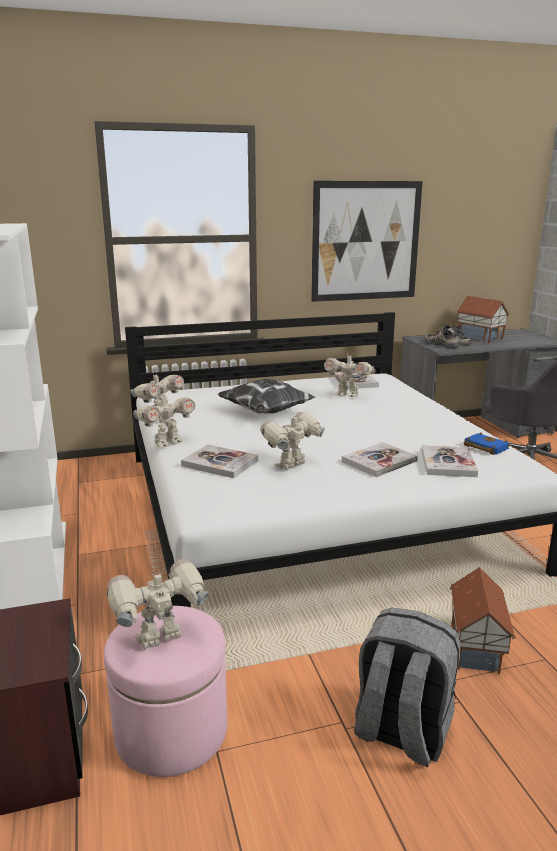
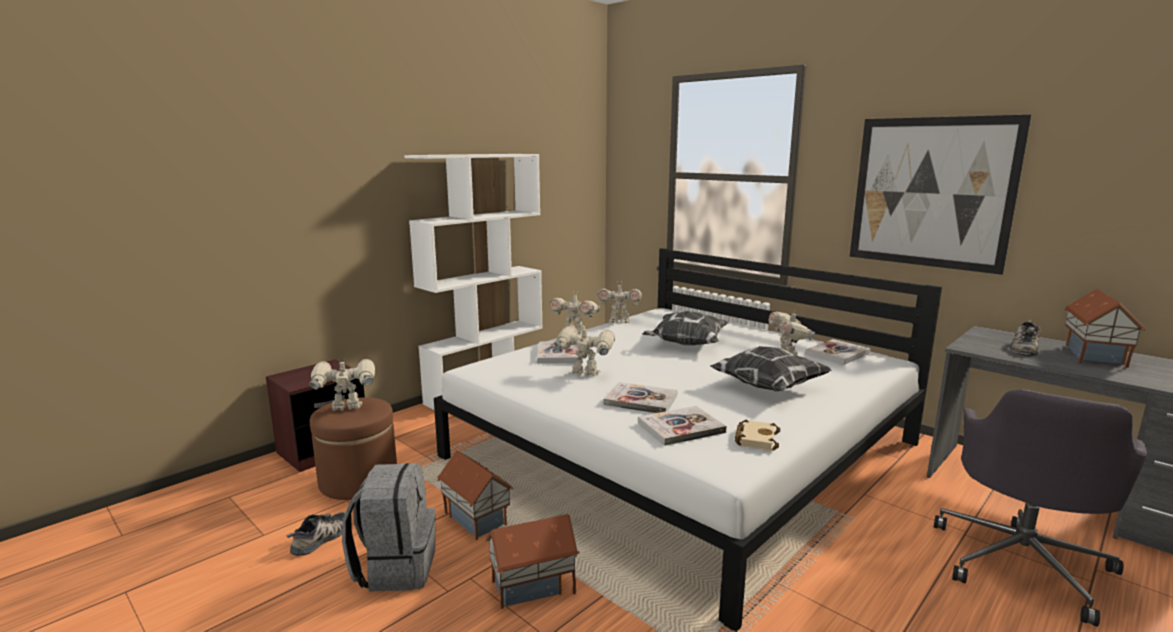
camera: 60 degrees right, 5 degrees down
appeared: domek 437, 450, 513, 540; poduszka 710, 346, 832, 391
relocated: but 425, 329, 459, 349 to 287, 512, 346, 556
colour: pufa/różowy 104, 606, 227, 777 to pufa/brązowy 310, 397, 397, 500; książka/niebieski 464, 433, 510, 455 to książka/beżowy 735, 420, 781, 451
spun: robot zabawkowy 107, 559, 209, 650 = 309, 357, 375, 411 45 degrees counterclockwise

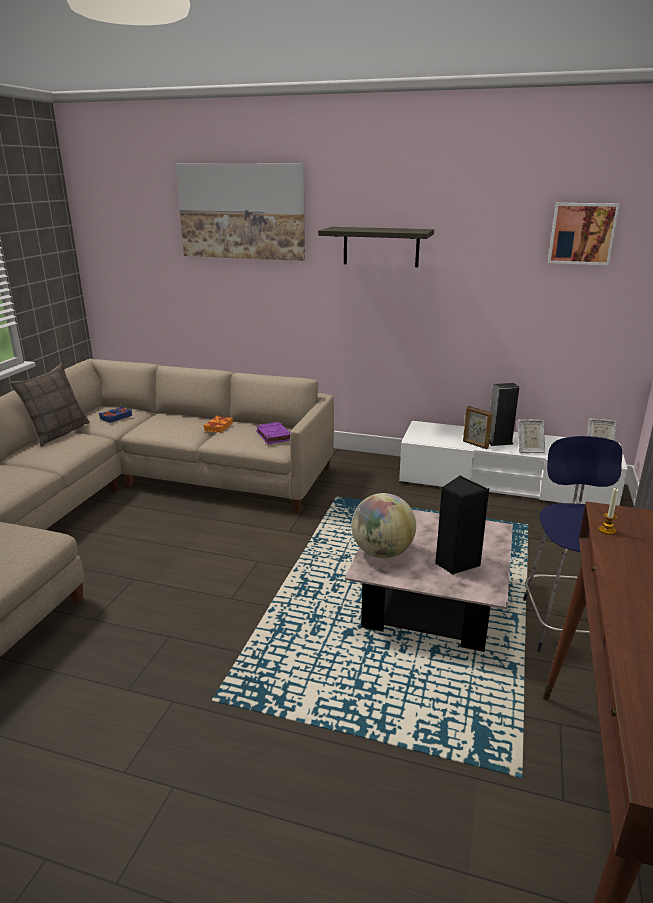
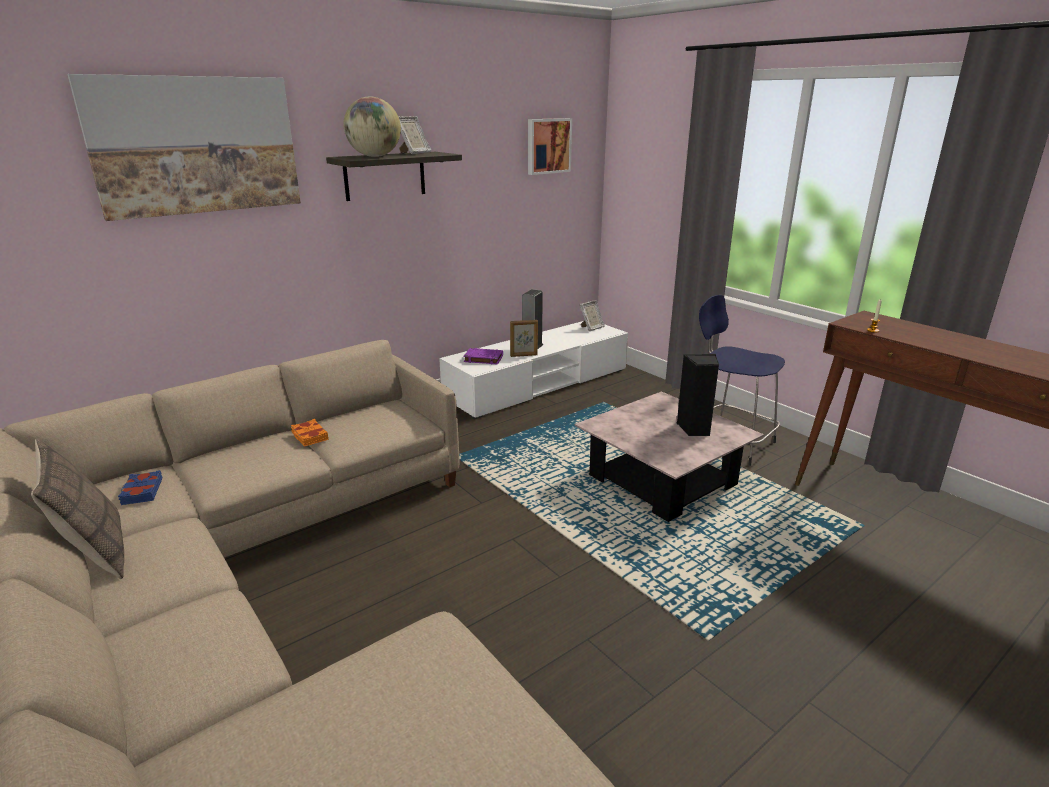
camera: 55 degrees left, 0 degrees up
relocated: książka/fioletowy 256, 422, 291, 444 to 463, 348, 503, 365; globus 351, 493, 416, 558 to 343, 96, 401, 157; ramka na zdjęcie 517, 419, 545, 453 to 398, 116, 431, 154

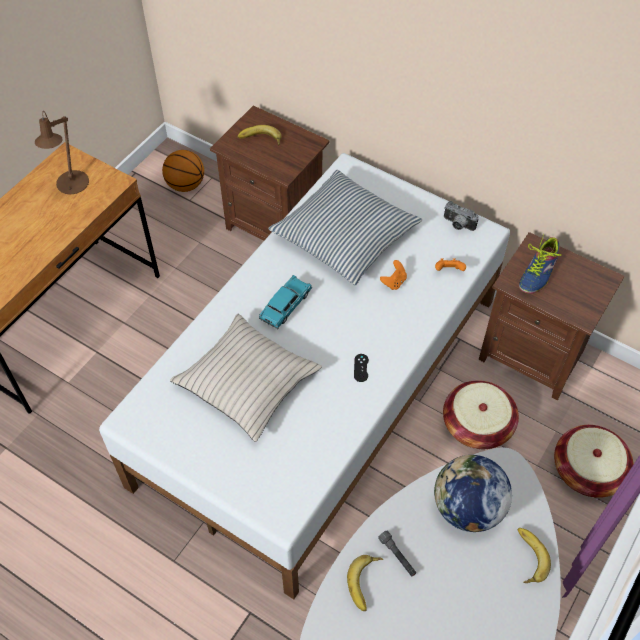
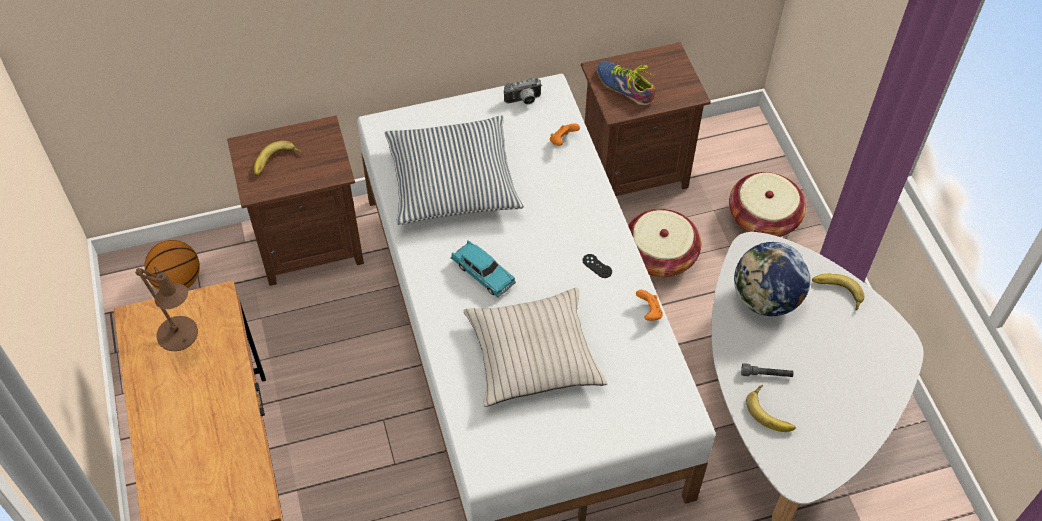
camera: 50 degrees left, 0 degrees up
relocated: pad do gier/pomarańczowy 380, 260, 407, 290 to 636, 290, 663, 321
spun: samochodzik/turkusowy 259, 275, 312, 329 = 450, 240, 516, 297 150 degrees clockwise; but 519, 234, 562, 294 = 596, 61, 655, 106 150 degrees clockwise

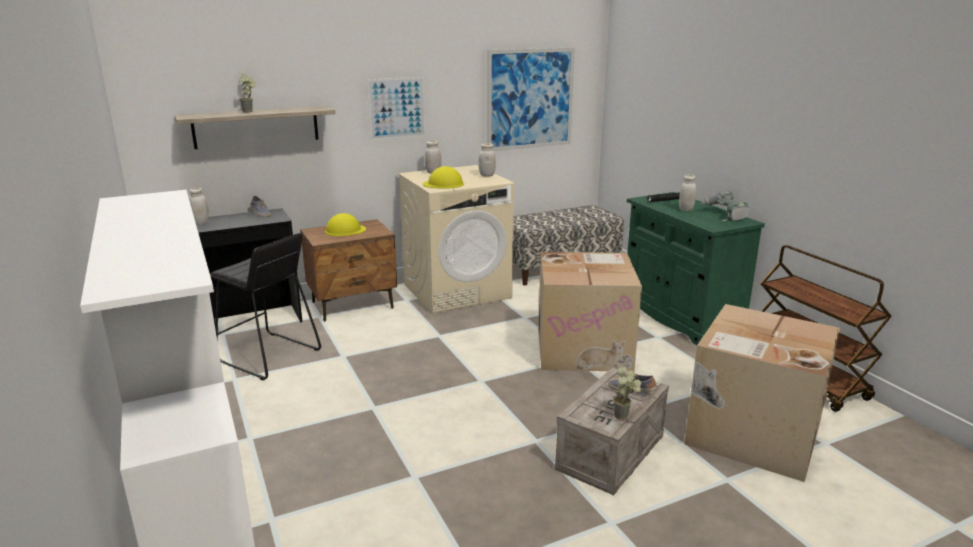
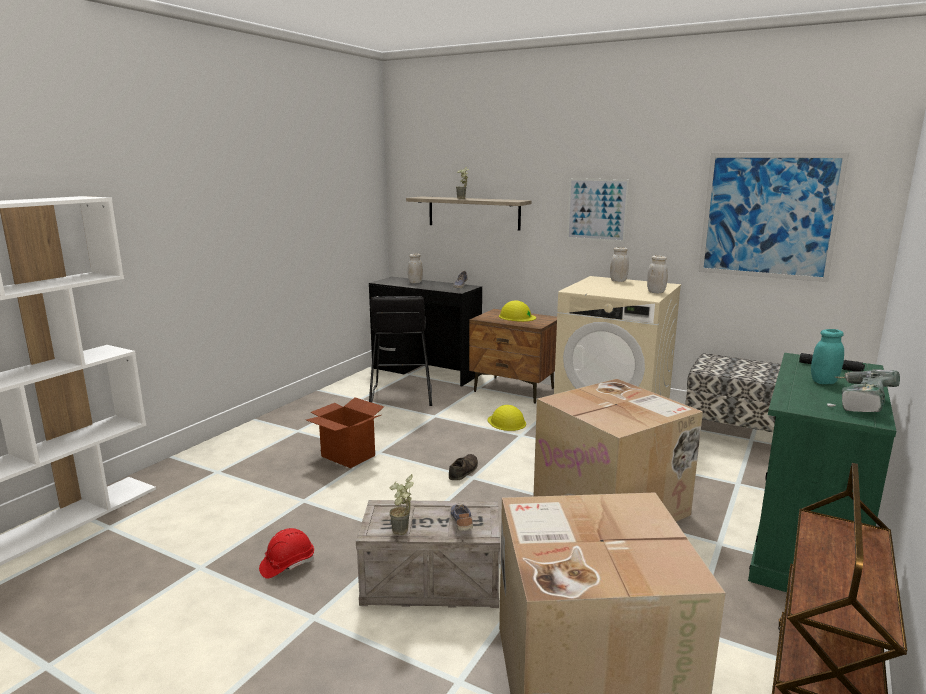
camera: 55 degrees right, 5 degrees down
appeared: kask/czerwony 259, 528, 314, 579; karton 306, 398, 384, 468; but/brązowy 449, 454, 478, 480
relocated: kask/żółty 423, 166, 464, 189 to 487, 405, 526, 431
colour: słoik/biały 679, 174, 697, 211 to słoik/turkusowy 811, 329, 844, 384

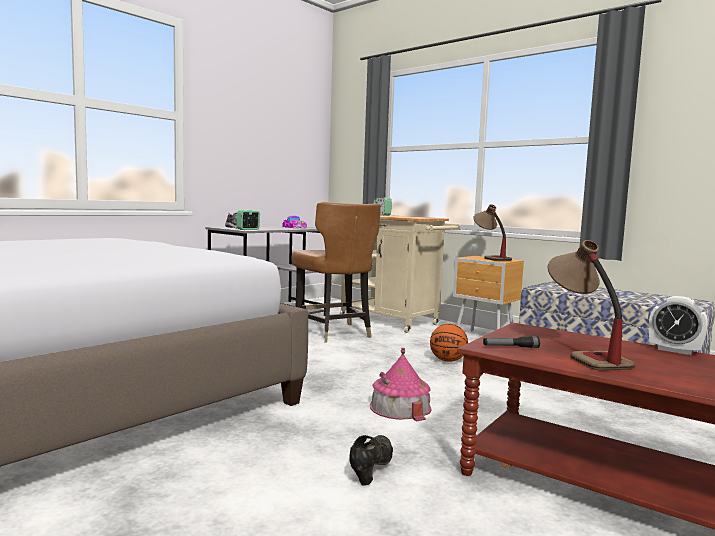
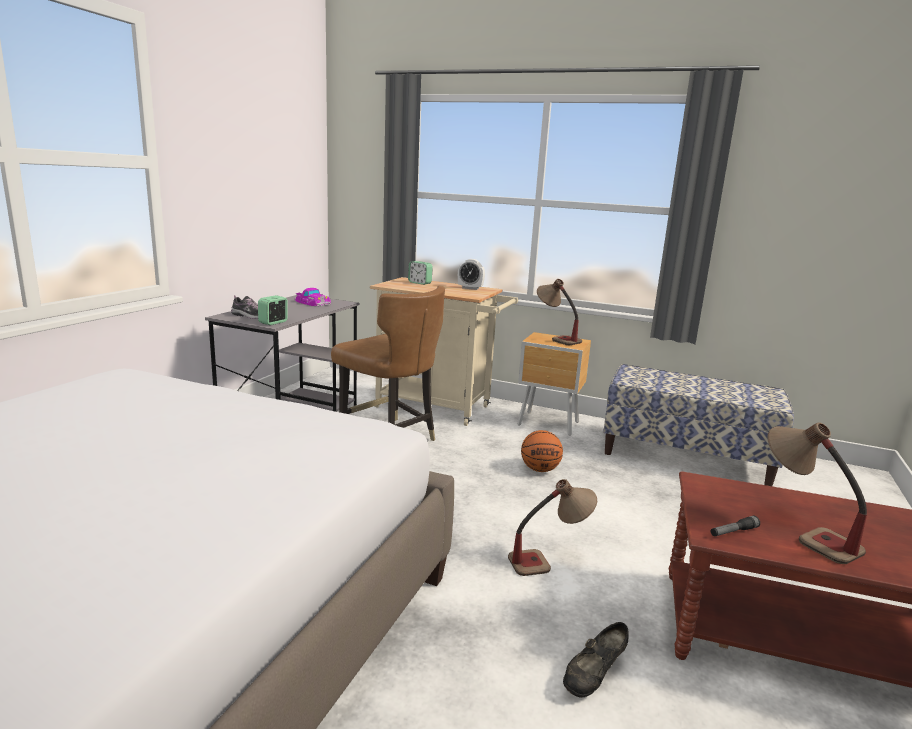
camera: 20 degrees left, 10 degrees up
relocated: budzik 649, 296, 708, 355 to 458, 259, 485, 290
exchanged: domek 370, 348, 432, 421 to lampa stołowa 508, 479, 597, 576
spun: but/czarny 349, 435, 393, 486 = 563, 622, 629, 698 135 degrees counterclockwise

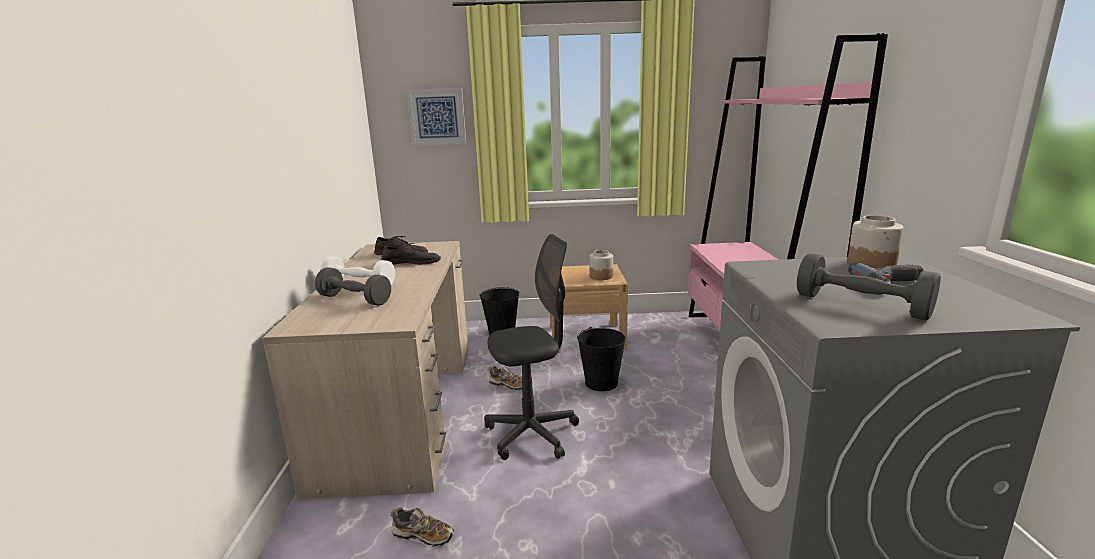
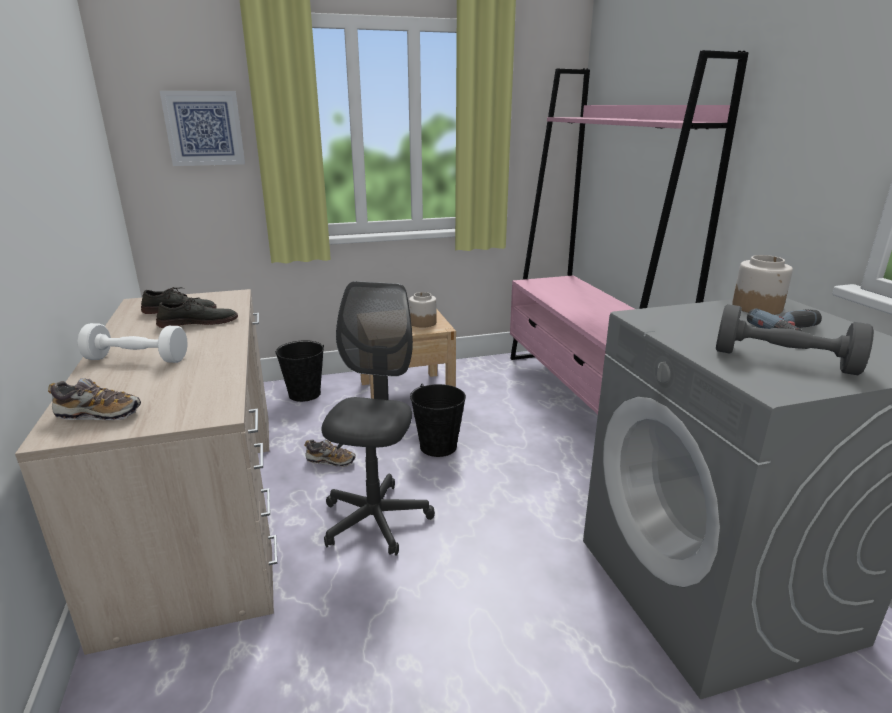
camera: 15 degrees left, 5 degrees up
missing: hantel/szary 315, 267, 391, 306
relocated: but 390, 507, 454, 547 to 48, 378, 141, 420
spun: krzesło biurowe/szary 484, 234, 579, 460 = 321, 281, 435, 556 45 degrees counterclockwise

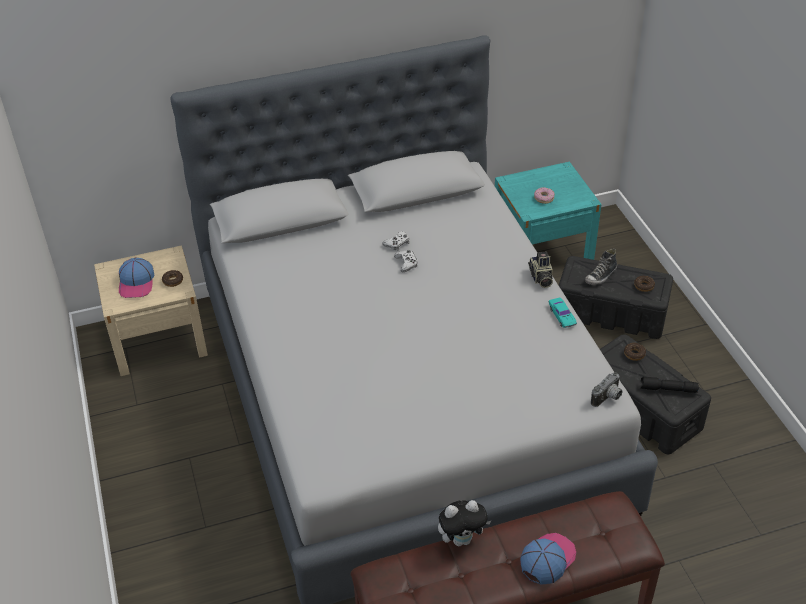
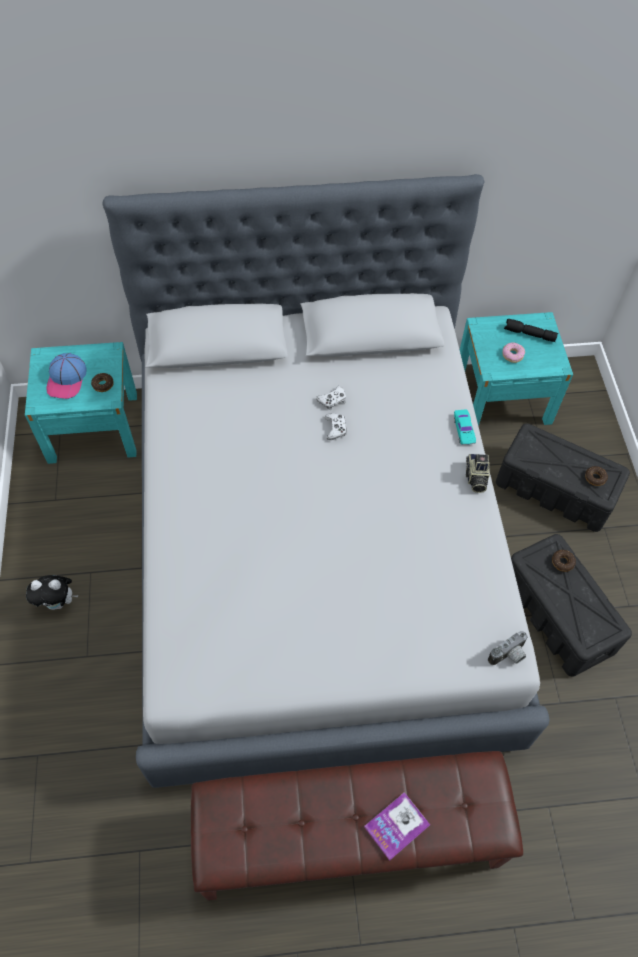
camera: 10 degrees right, 15 degrees up
missing: but 585, 248, 617, 285
relocated: pluszak 438, 500, 492, 546 to 26, 575, 78, 610; samochodzik/turkusowy 549, 297, 577, 328 to 454, 409, 476, 445; latarka/czarny 641, 377, 699, 393 to 504, 319, 558, 342
exchanged: czapka z daszkiem 520, 533, 576, 585 to książka 364, 792, 430, 861
colour: szafka nocna/beżowy 94, 245, 208, 376 to szafka nocna/turkusowy 25, 342, 137, 464

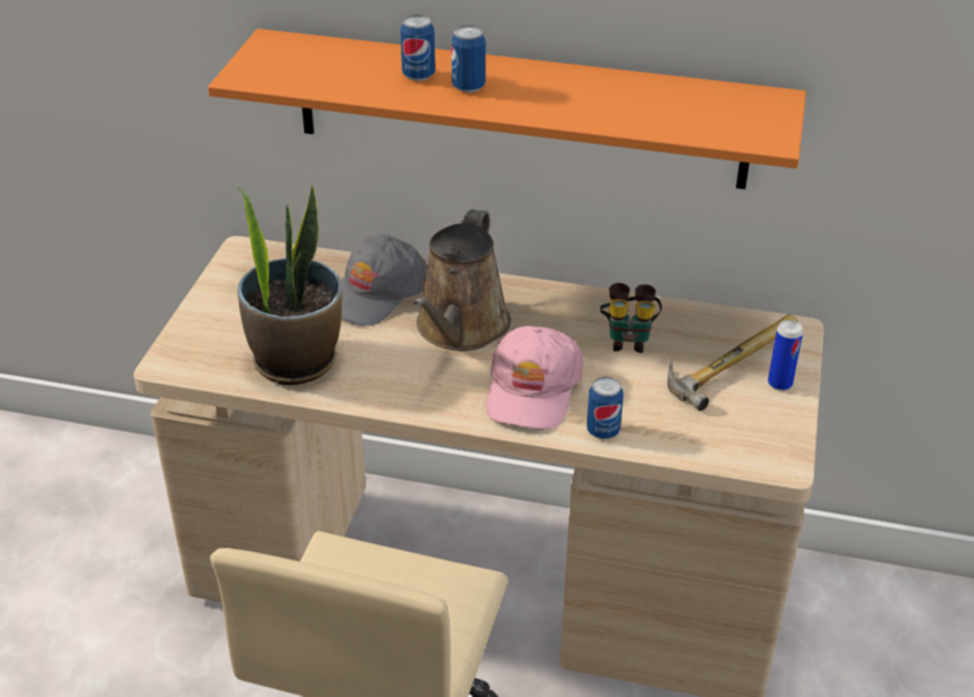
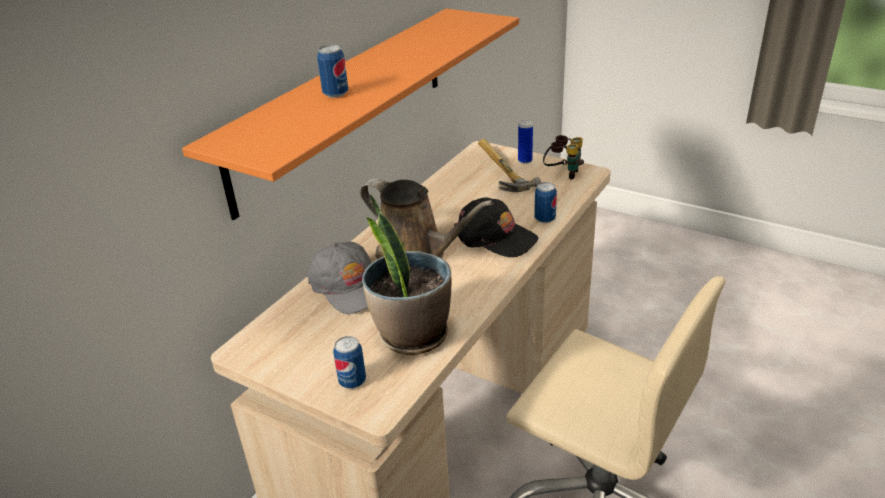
camera: 70 degrees left, 5 degrees down
relocated: puszka 451, 25, 486, 93 to 333, 336, 366, 389; lornetka 600, 283, 662, 353 to 543, 135, 584, 180
colour: czapka z daszkiem/różowy 486, 326, 583, 430 to czapka z daszkiem/czarny 454, 197, 538, 257

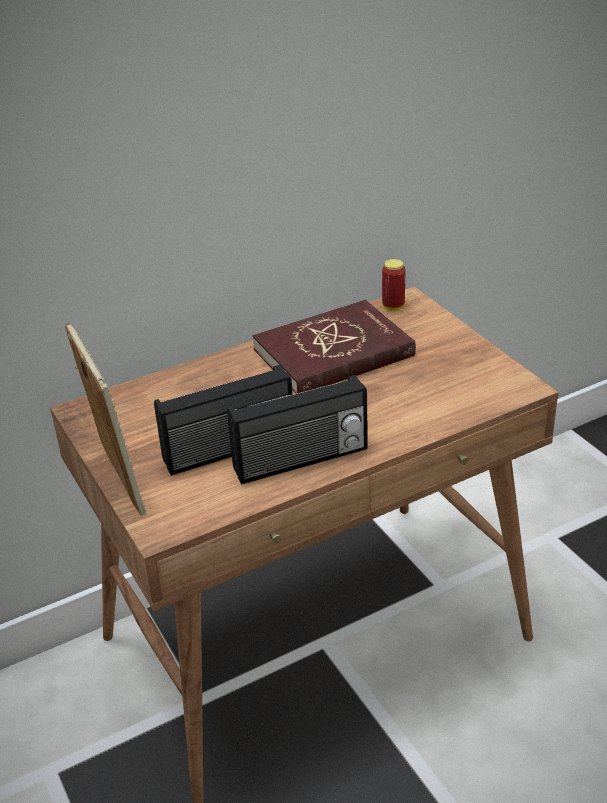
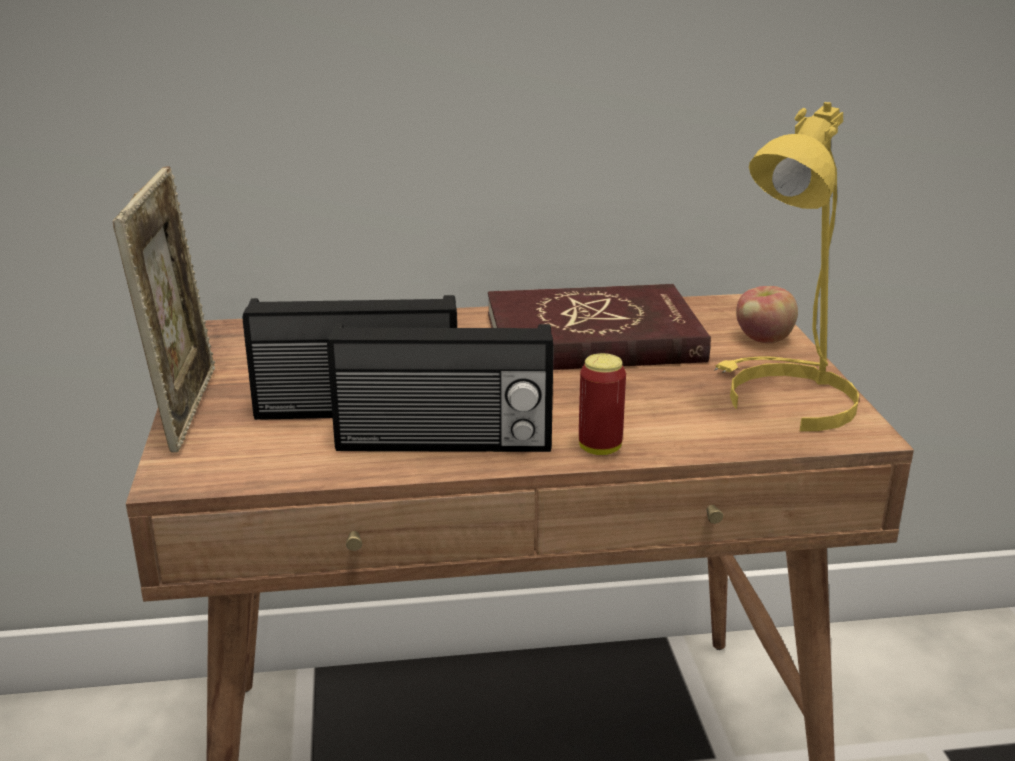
camera: 20 degrees right, 10 degrees down
appeared: lampa stołowa/żółty 714, 102, 859, 431; jabłko 736, 286, 798, 344
relocated: puszka 382, 259, 405, 311 to 579, 353, 626, 455

